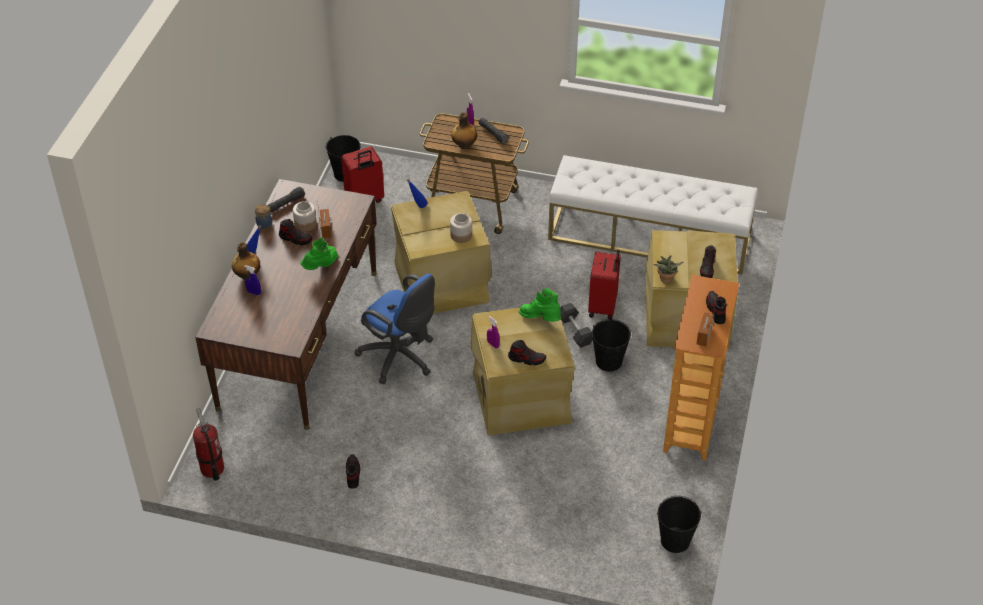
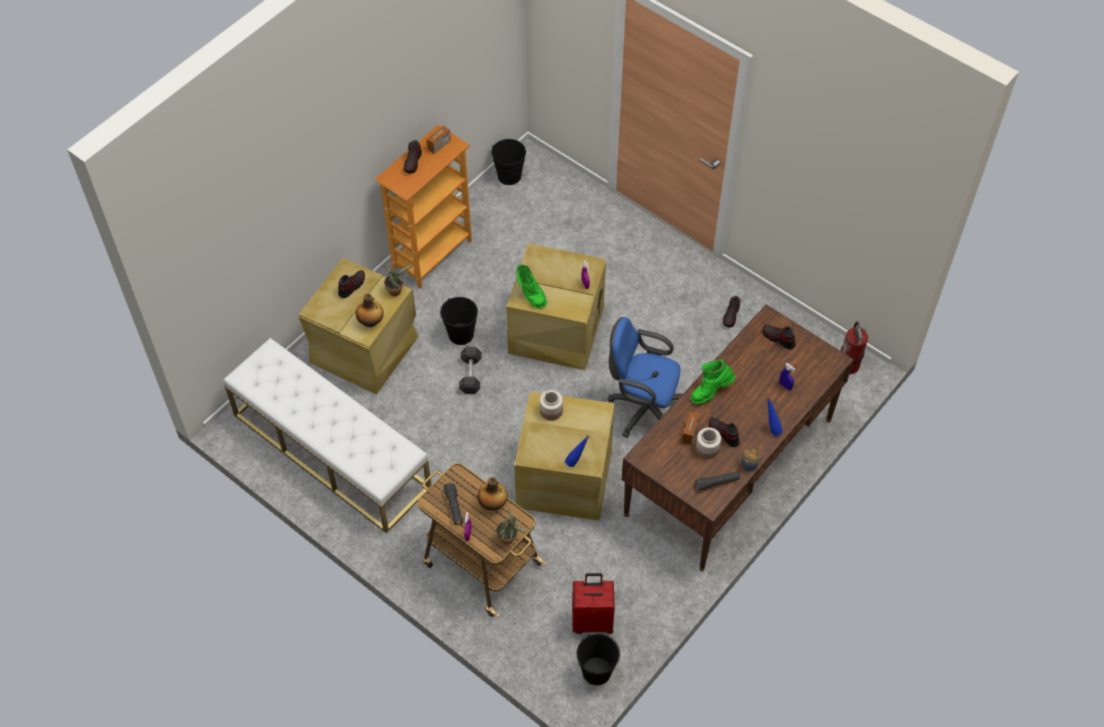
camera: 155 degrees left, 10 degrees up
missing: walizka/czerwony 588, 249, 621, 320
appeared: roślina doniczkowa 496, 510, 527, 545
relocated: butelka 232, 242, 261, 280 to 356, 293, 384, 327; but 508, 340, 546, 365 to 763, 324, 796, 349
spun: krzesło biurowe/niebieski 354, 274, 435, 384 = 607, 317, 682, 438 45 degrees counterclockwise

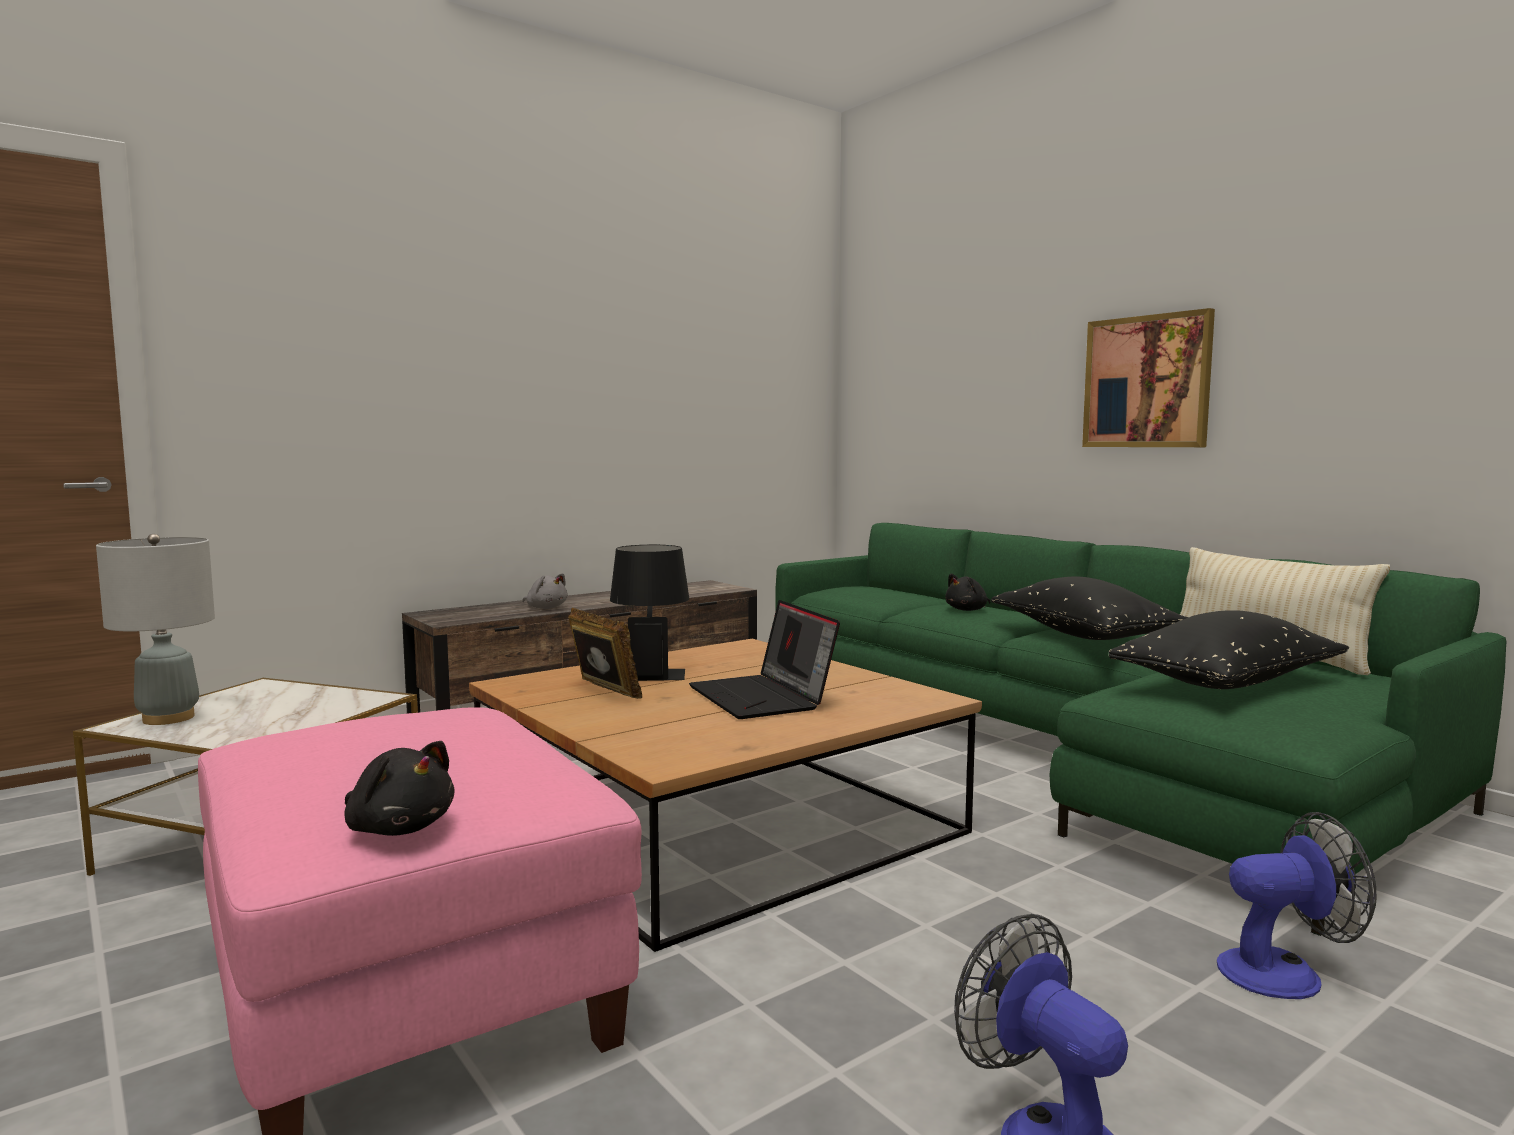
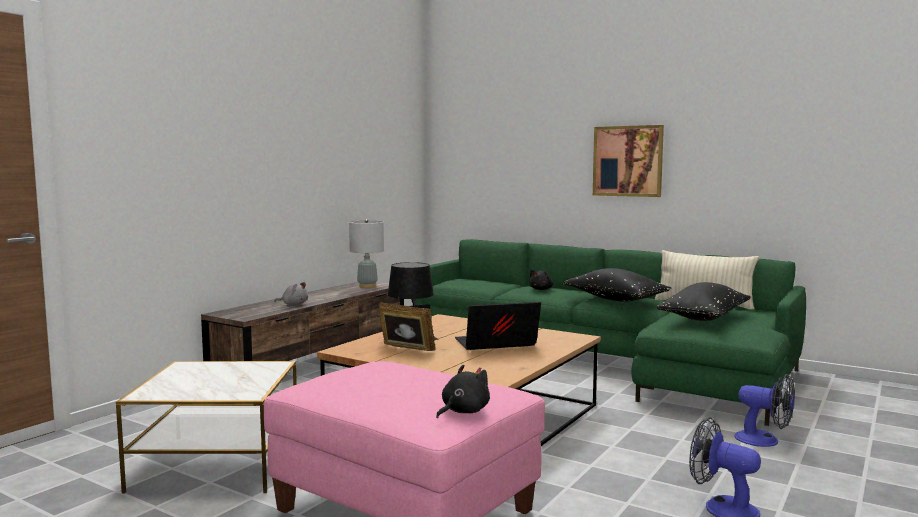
camera: 20 degrees left, 0 degrees up
relocated: lampa stołowa/szary 96, 534, 215, 725 to 349, 219, 384, 288
spun: pluszak/czarny 344, 741, 455, 836 = 436, 365, 490, 419 60 degrees counterclockwise; laptop 689, 600, 840, 719 = 455, 302, 541, 350 120 degrees clockwise; wentylator 1217, 812, 1377, 999 = 735, 374, 795, 447 60 degrees clockwise

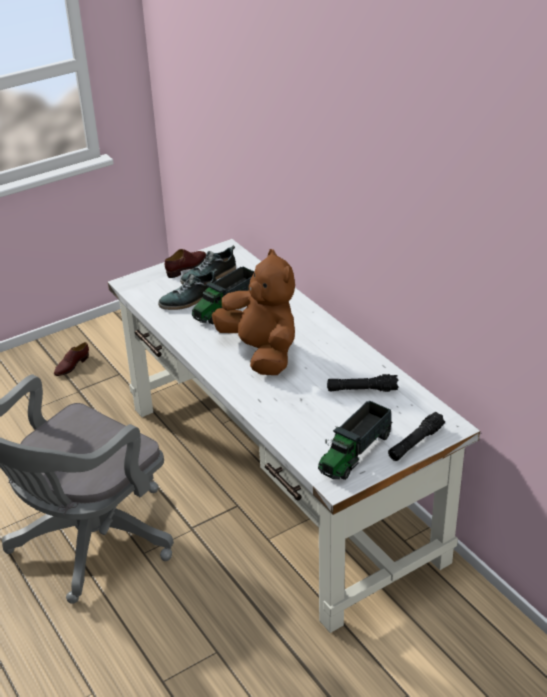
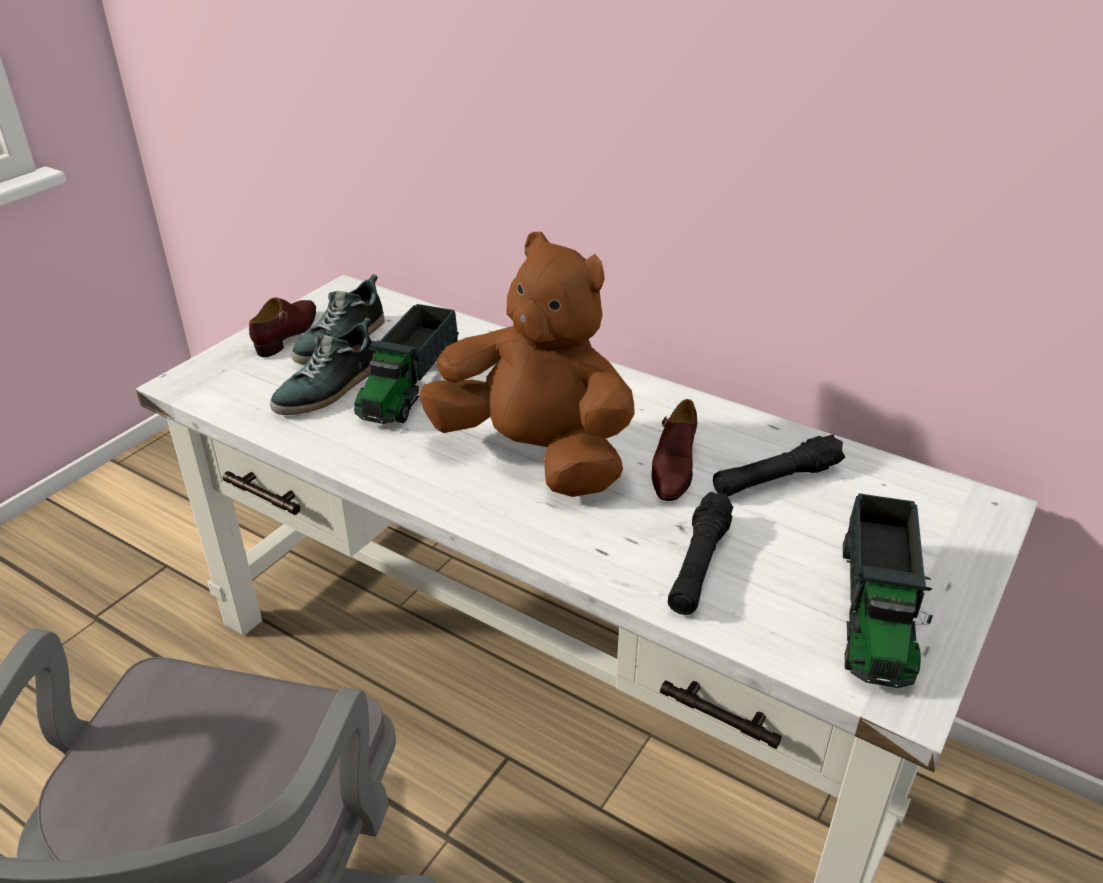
camera: 25 degrees left, 0 degrees up
relocated: but/brązowy 54, 342, 89, 376 to 651, 399, 697, 501; latarka/czarny 388, 412, 445, 461 to 668, 491, 733, 615

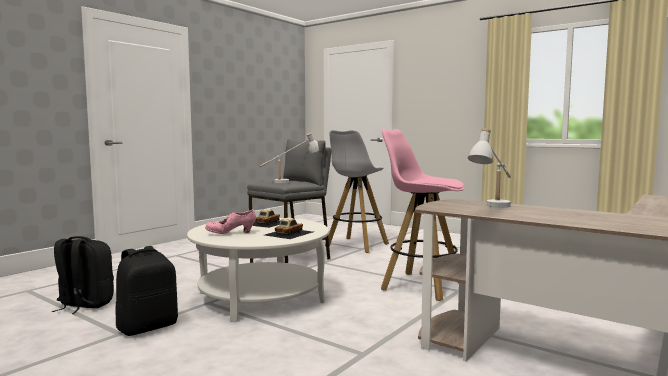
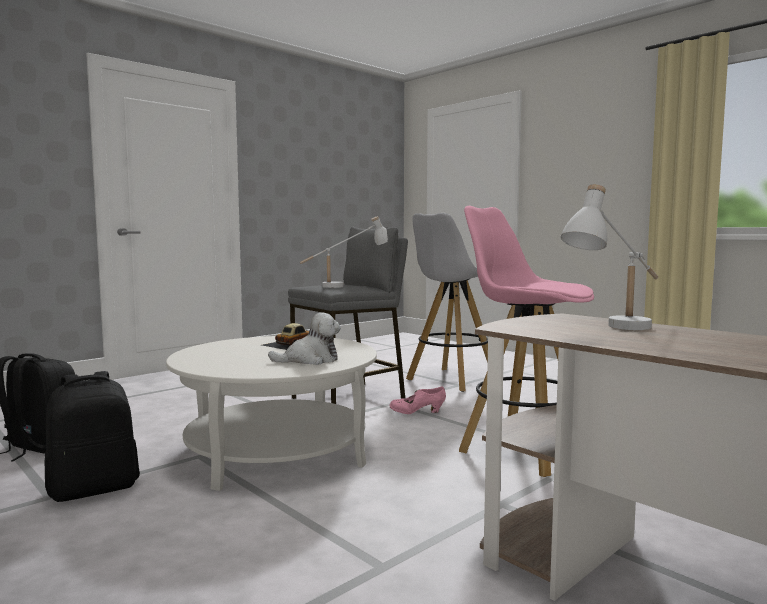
camera: 10 degrees right, 0 degrees up
relocated: but/różowy 205, 209, 256, 234 to 389, 387, 446, 414
exchanged: samochodzik 265, 218, 313, 239 to pluszak 268, 313, 341, 365

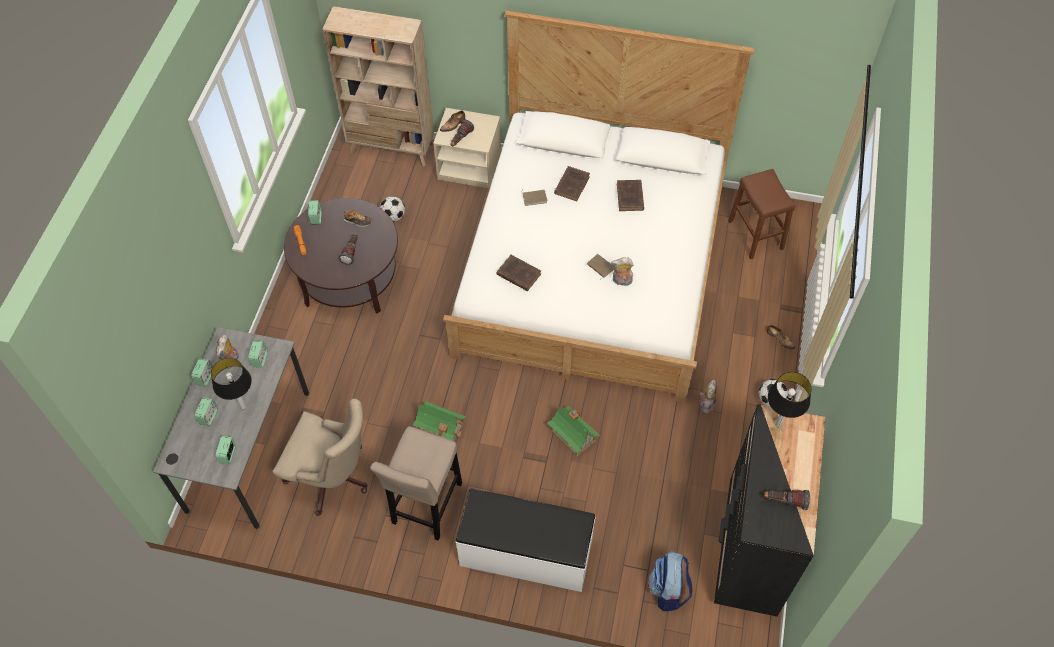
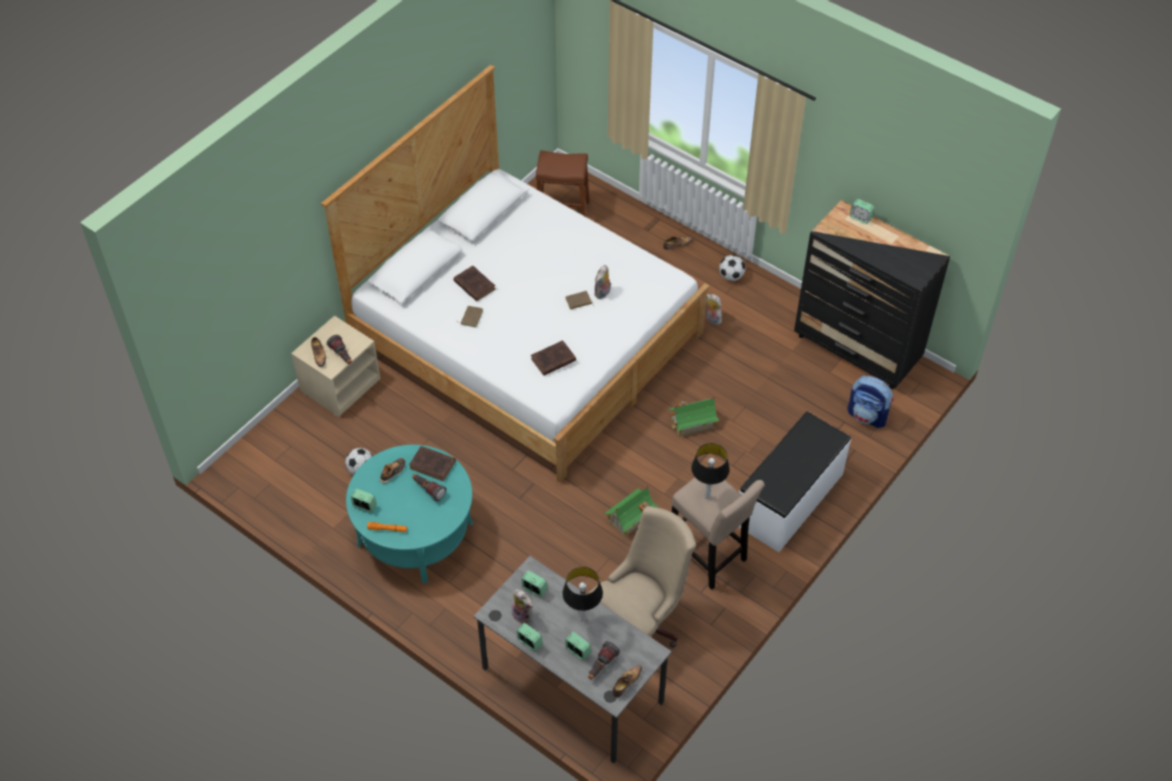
camera: 65 degrees left, 5 degrees down
missing: regał/beżowy 322, 6, 434, 167
appeared: but 613, 665, 642, 697
relocated: budzik 216, 436, 236, 465 to 850, 199, 874, 224; książka/brązowy 617, 180, 644, 211 to 409, 446, 456, 481; latarka 764, 490, 810, 510 to 588, 641, 620, 680; lampa stołowa 768, 372, 812, 428 to 691, 443, 730, 499
colour: ława/brązowy 284, 198, 398, 313 to ława/turkusowy 346, 445, 473, 583

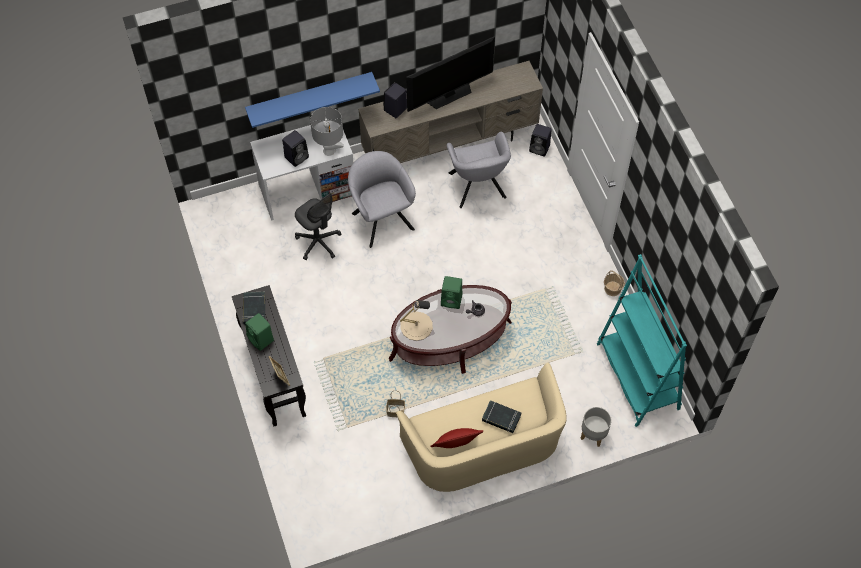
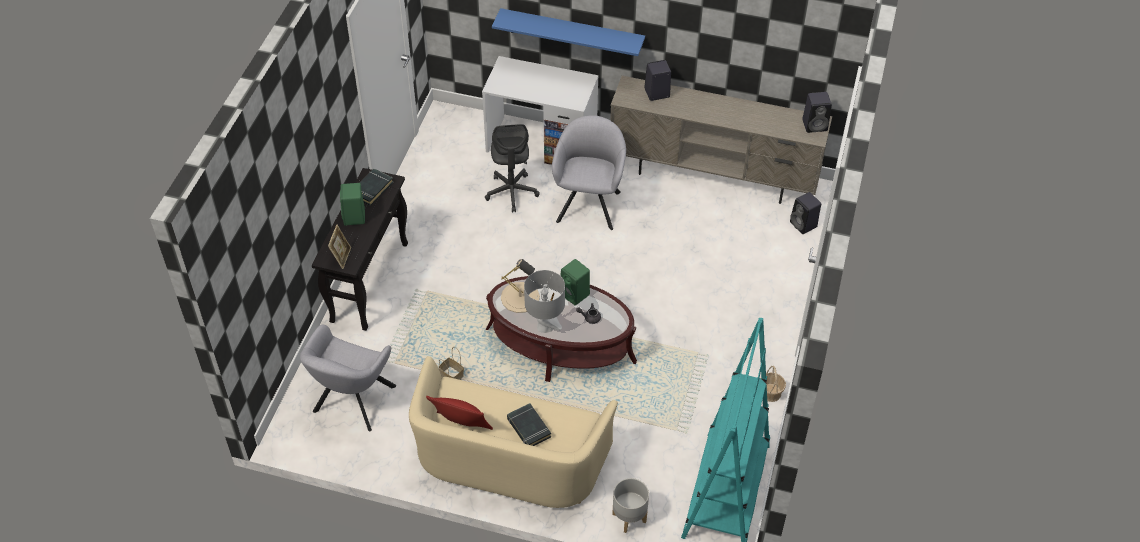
camera: 35 degrees right, 10 degrees down
missing: telewizor 406, 36, 495, 112
relocated: głośnik/czarny 282, 130, 309, 167 to 802, 92, 832, 133; lampa stołowa/szary 310, 107, 344, 156 to 524, 270, 565, 333; fotel/szary 447, 132, 511, 208 to 300, 325, 396, 431

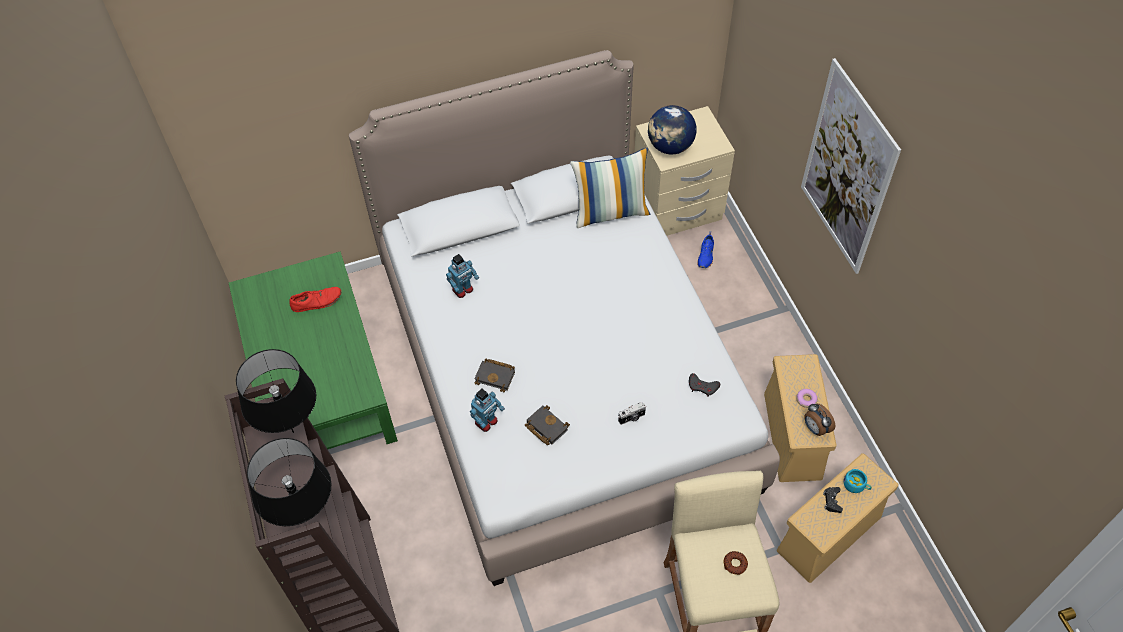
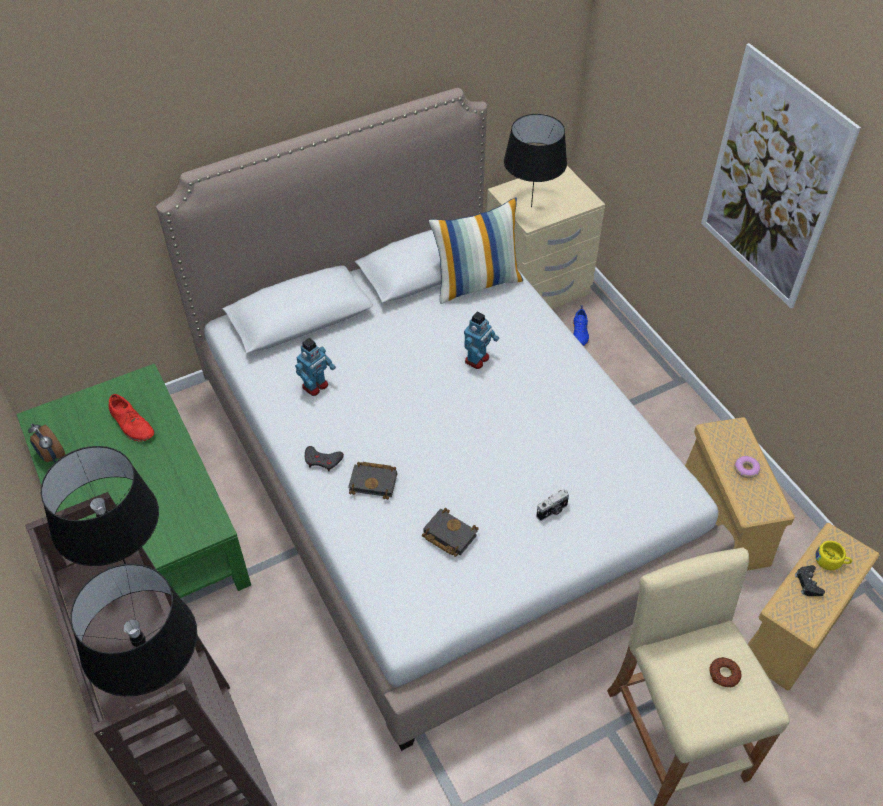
camera: 10 degrees left, 5 degrees down
relocated: robot zabawkowy 470, 388, 505, 432 to 464, 311, 499, 369; pad do gier/szary 689, 373, 720, 397 to 305, 446, 344, 471; budzik 804, 403, 835, 436 to 28, 424, 66, 462
exchanged: globus 648, 105, 697, 154 to lampa stołowa/czarny 504, 114, 567, 207
colour: filiżanka/turkusowy 843, 469, 872, 493 to filiżanka/żółty 815, 541, 852, 570
spun: but/czerwony 289, 287, 341, 312 = 109, 394, 155, 441 75 degrees clockwise

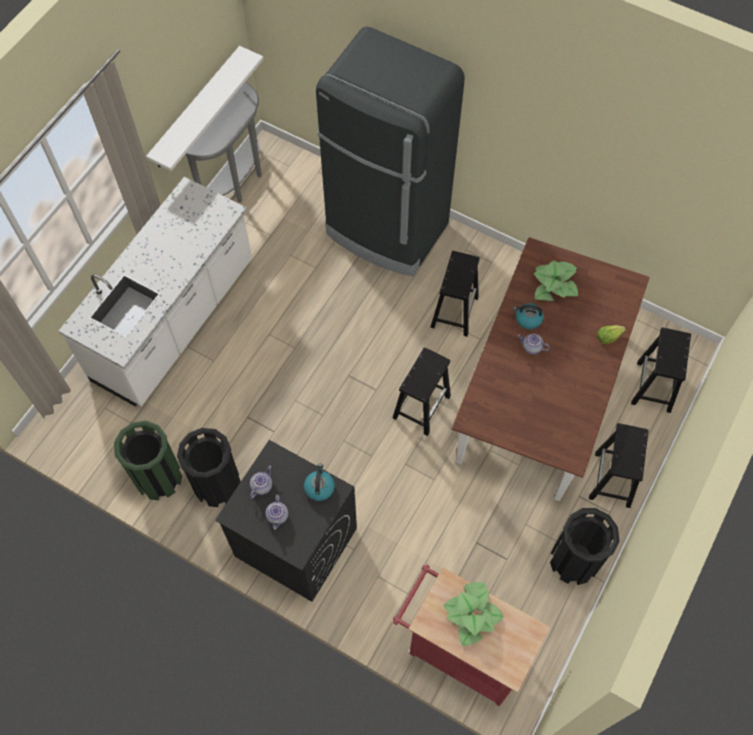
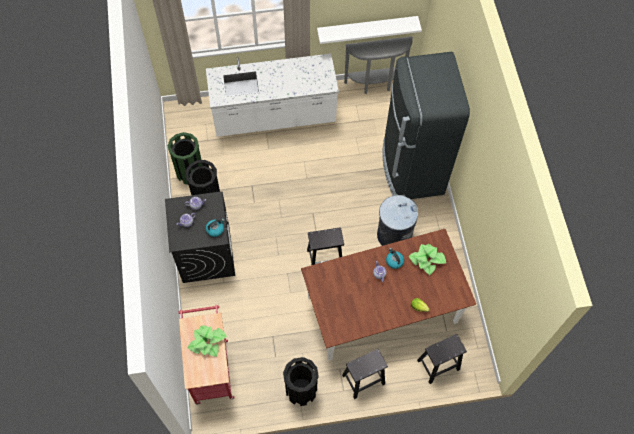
camera: 50 degrees right, 0 degrees up
exchanged: stołek/czarny 430, 251, 480, 337 to kosz na śmieci/szary 377, 195, 418, 246

